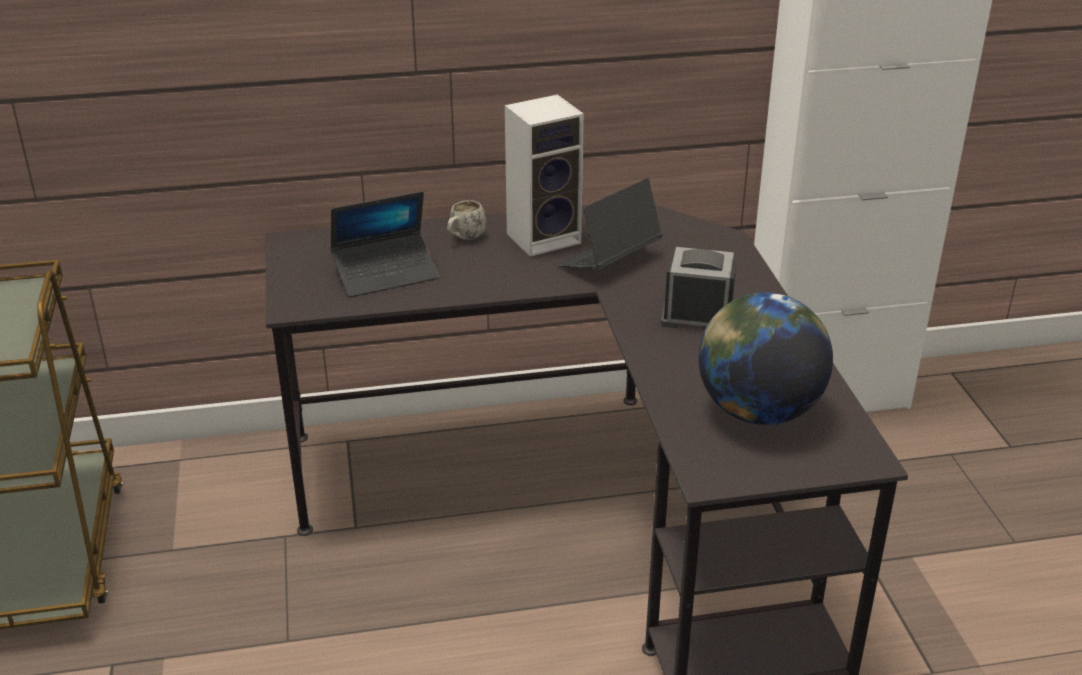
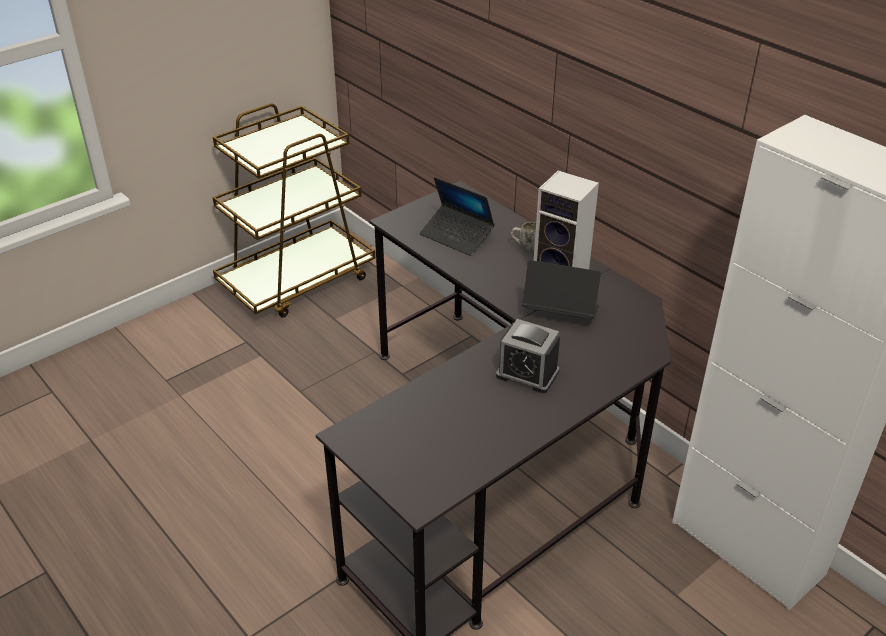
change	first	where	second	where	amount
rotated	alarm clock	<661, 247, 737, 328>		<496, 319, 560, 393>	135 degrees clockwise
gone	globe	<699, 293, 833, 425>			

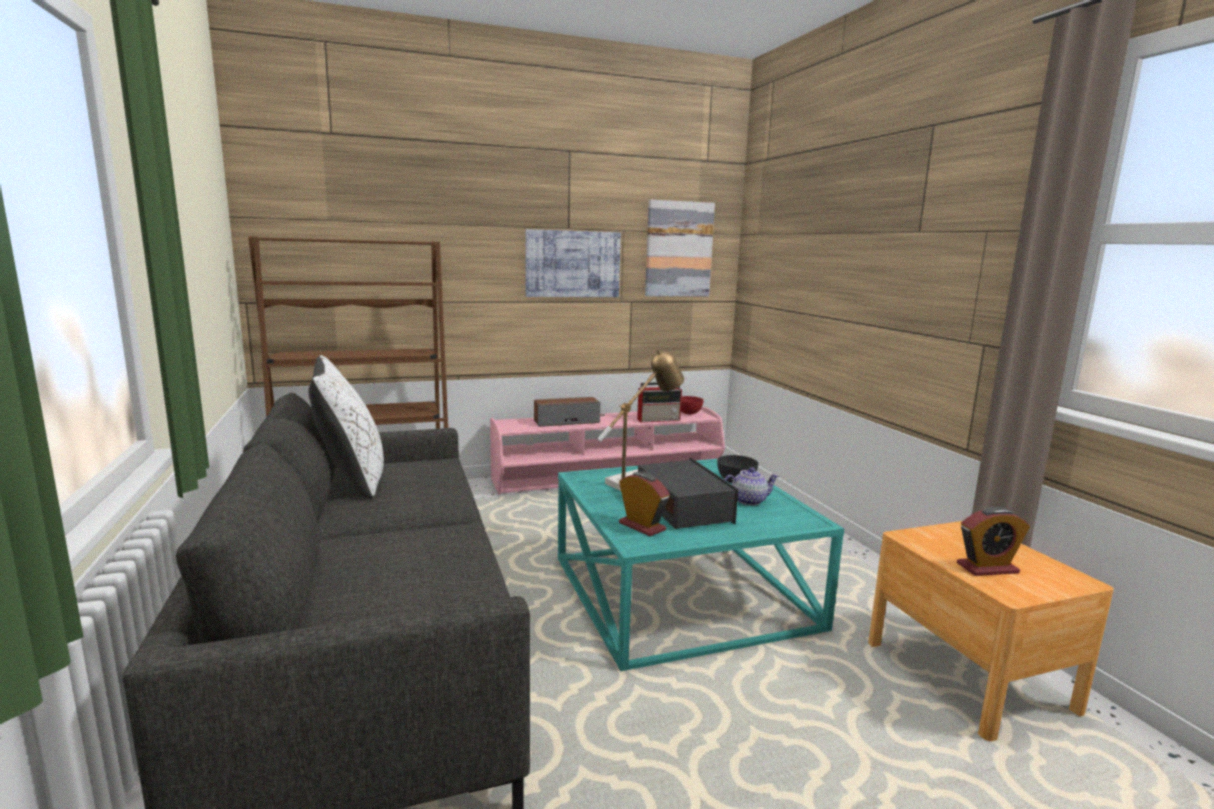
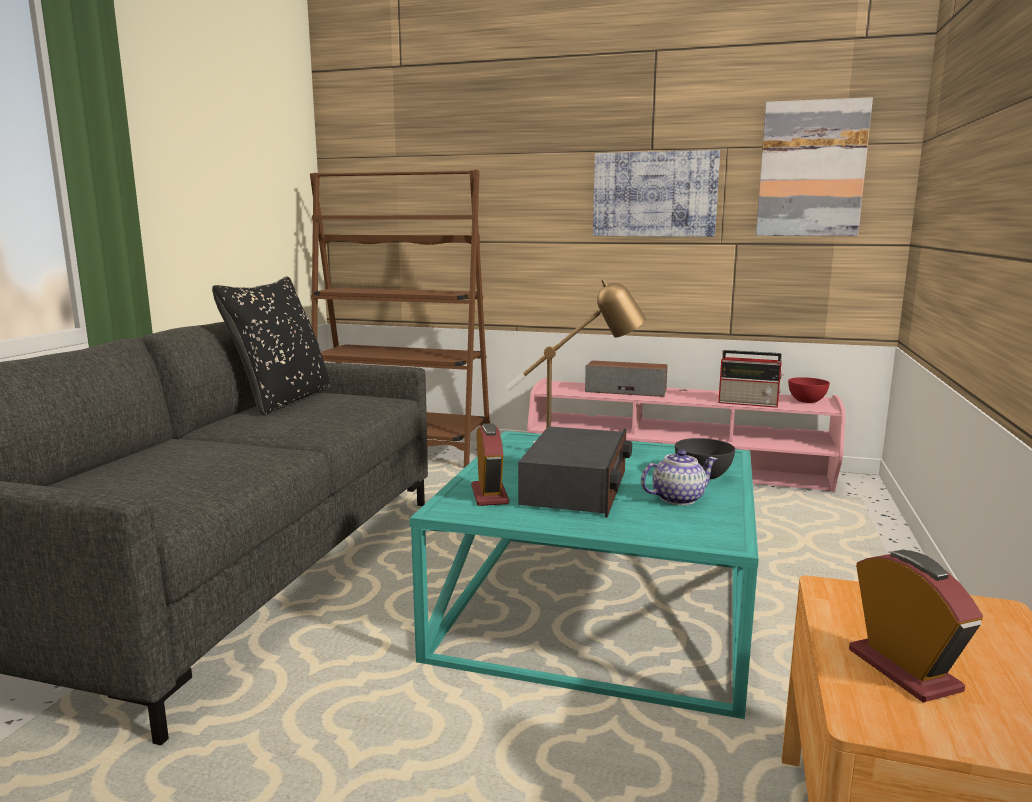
change	first	where	second	where	amount
repainted	pillow/white	<309, 355, 384, 499>	pillow/black	<212, 276, 330, 416>	
rotated	teapot	<724, 467, 779, 506>		<641, 450, 717, 505>	45 degrees counterclockwise
rotated	alarm clock	<957, 506, 1030, 576>		<849, 550, 983, 702>	135 degrees counterclockwise

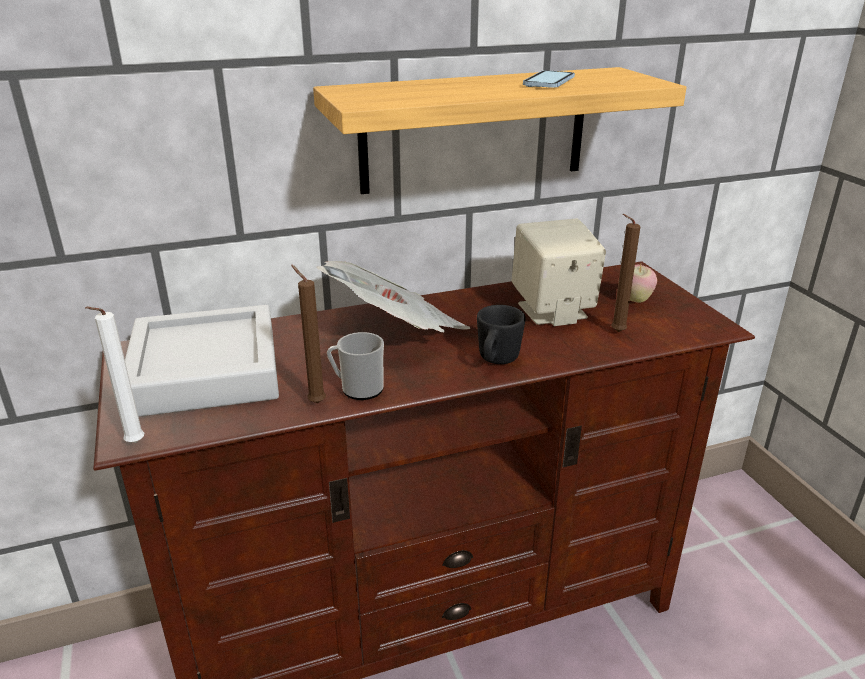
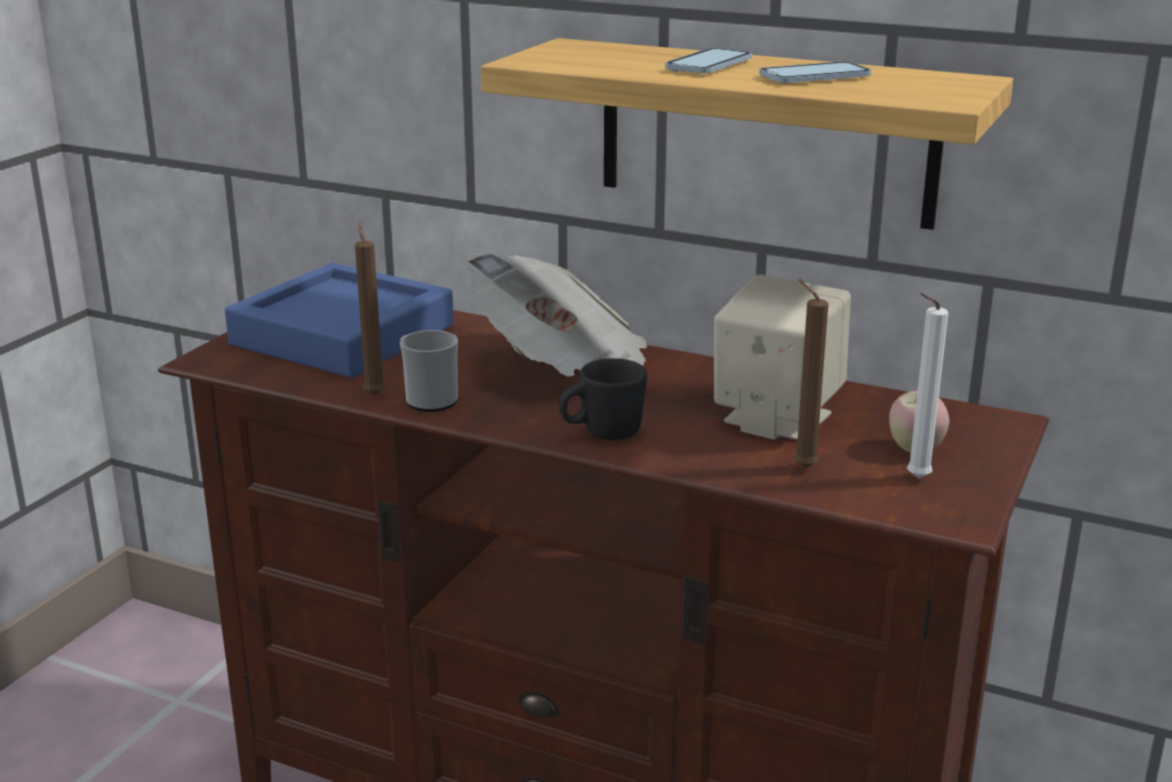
change	first	where	second	where	amount
shifted	candle/white	<85, 307, 144, 443>		<907, 293, 949, 479>	
repainted	tray/grey	<125, 305, 279, 417>	tray/blue	<225, 263, 454, 378>	
new			phone	<665, 48, 752, 73>	

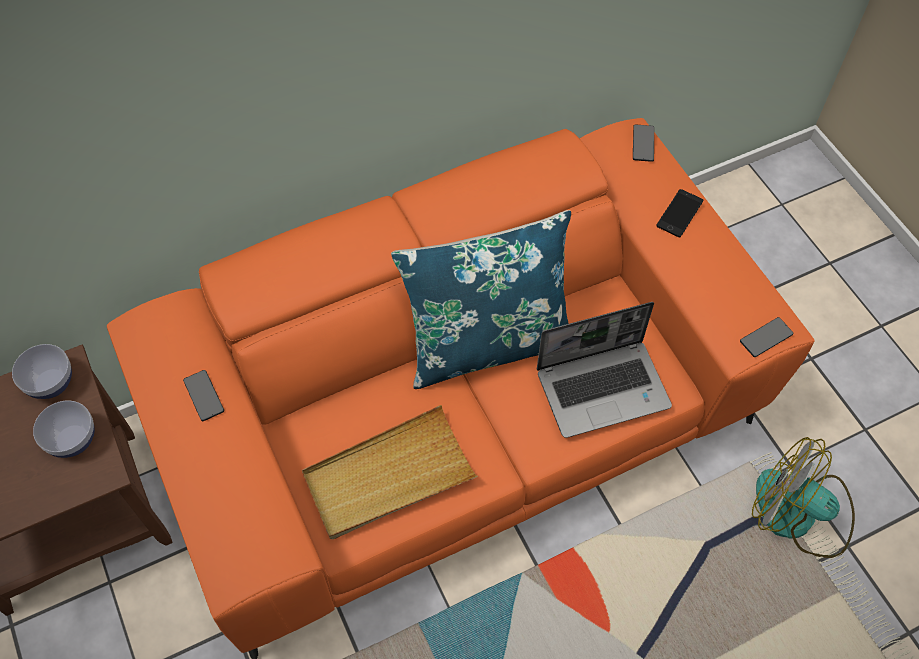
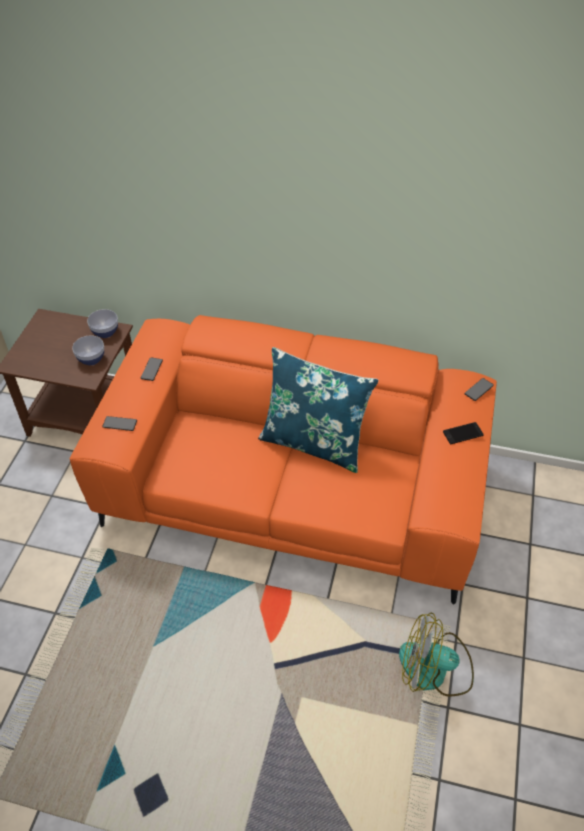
change	first	where	second	where	amount
gone	tray/beige	<302, 405, 478, 539>			
gone	laptop	<537, 302, 672, 438>			
shifted	phone	<740, 317, 794, 357>		<102, 416, 137, 431>	
rotated	fan	<752, 437, 855, 558>		<399, 612, 474, 697>	60 degrees counterclockwise

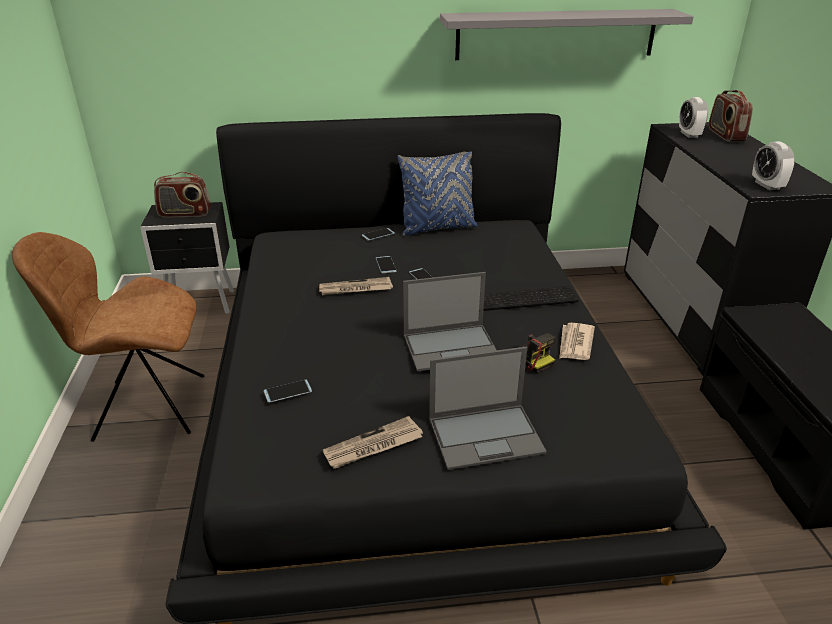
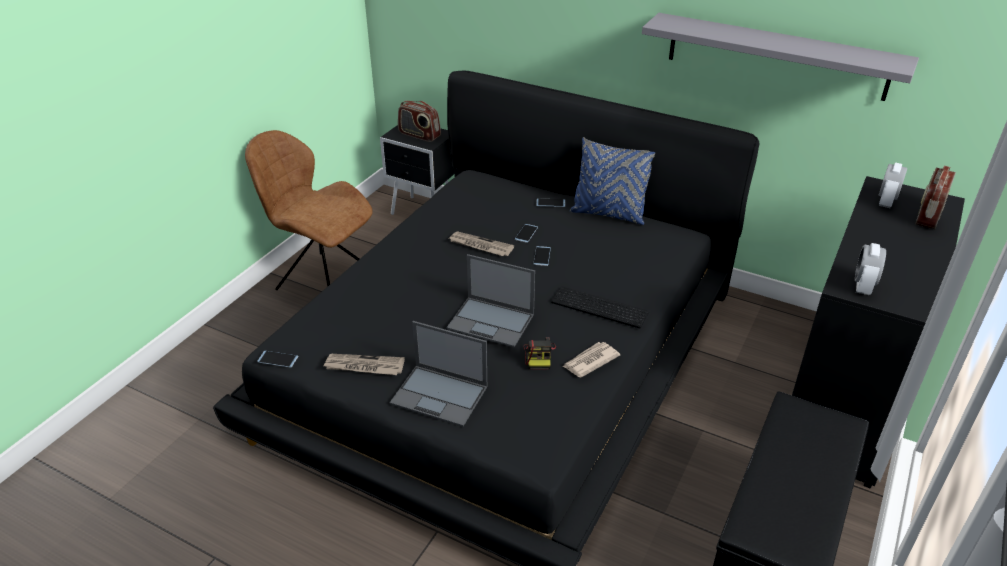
change	first	where	second	where	amount
shifted	phone	<264, 379, 312, 403>		<257, 351, 298, 368>	

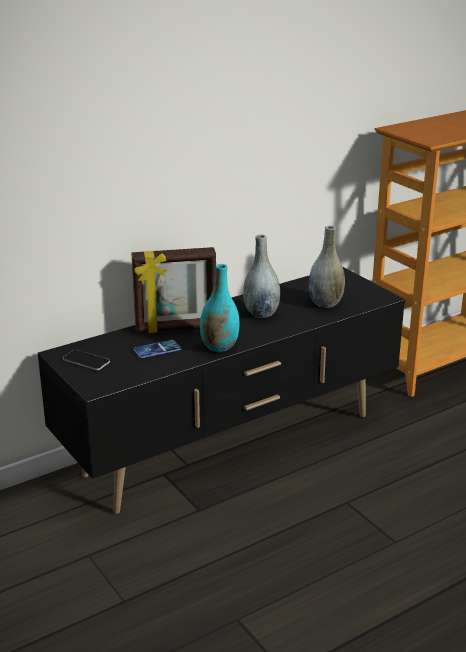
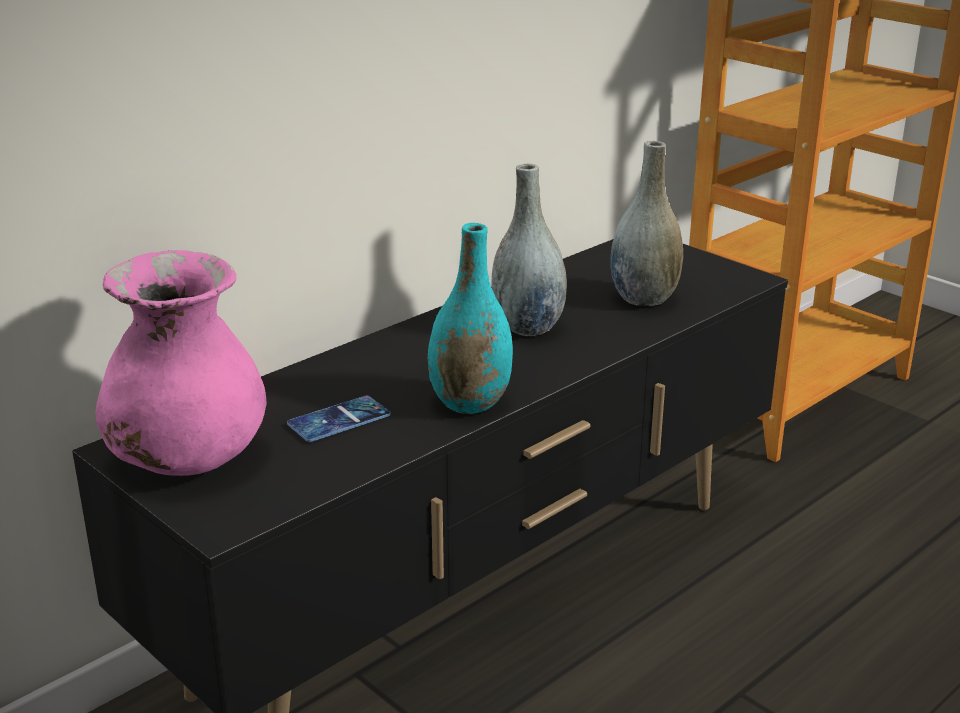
change	first	where	second	where	amount
swapped	phone	<63, 350, 110, 370>	vase/pink	<96, 250, 266, 476>	
gone	picture frame	<131, 247, 216, 333>			

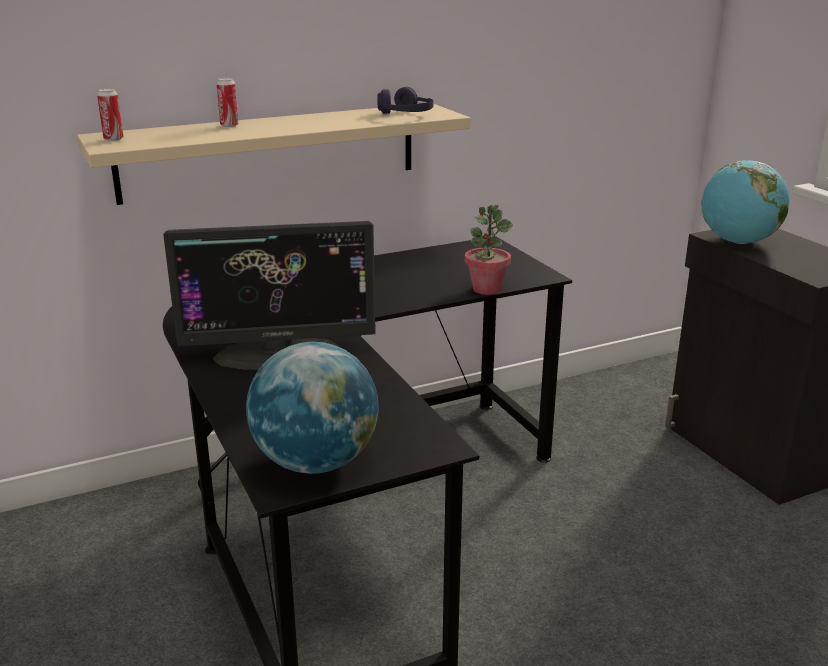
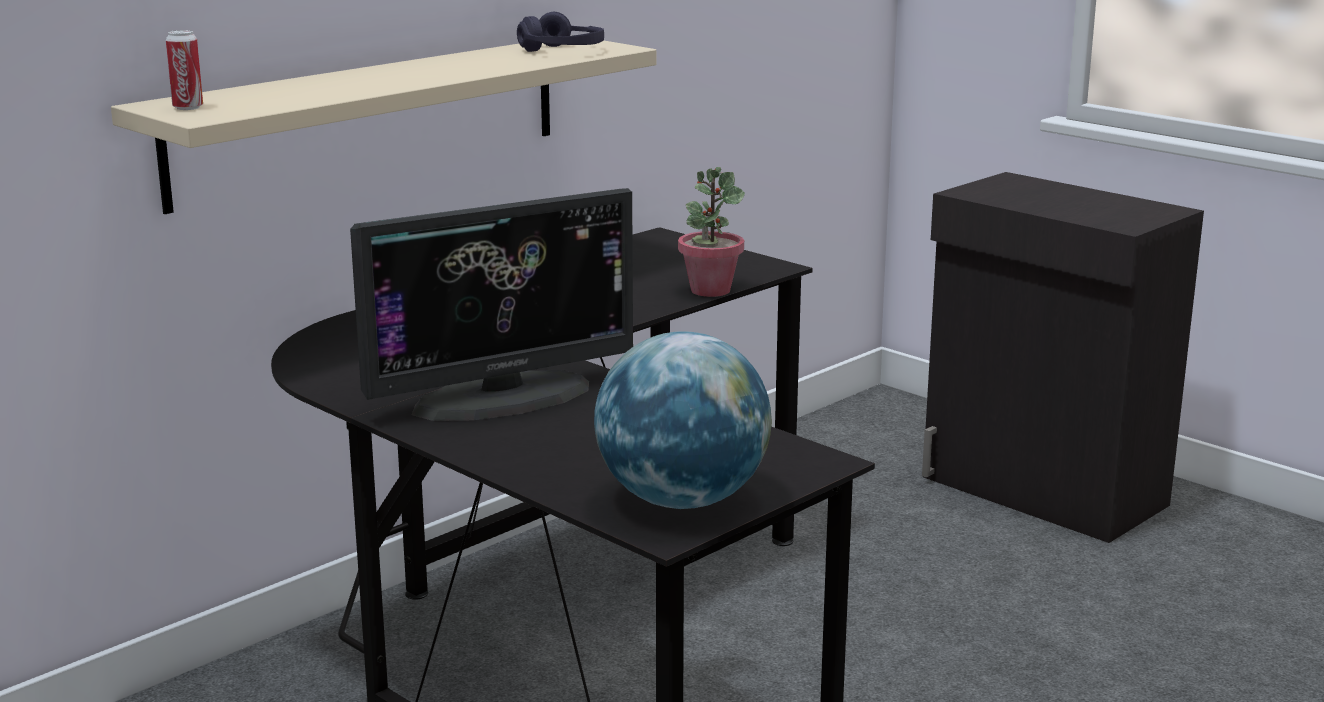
change	first	where	second	where	amount
gone	can	<217, 78, 239, 127>			
gone	globe	<701, 160, 789, 244>			

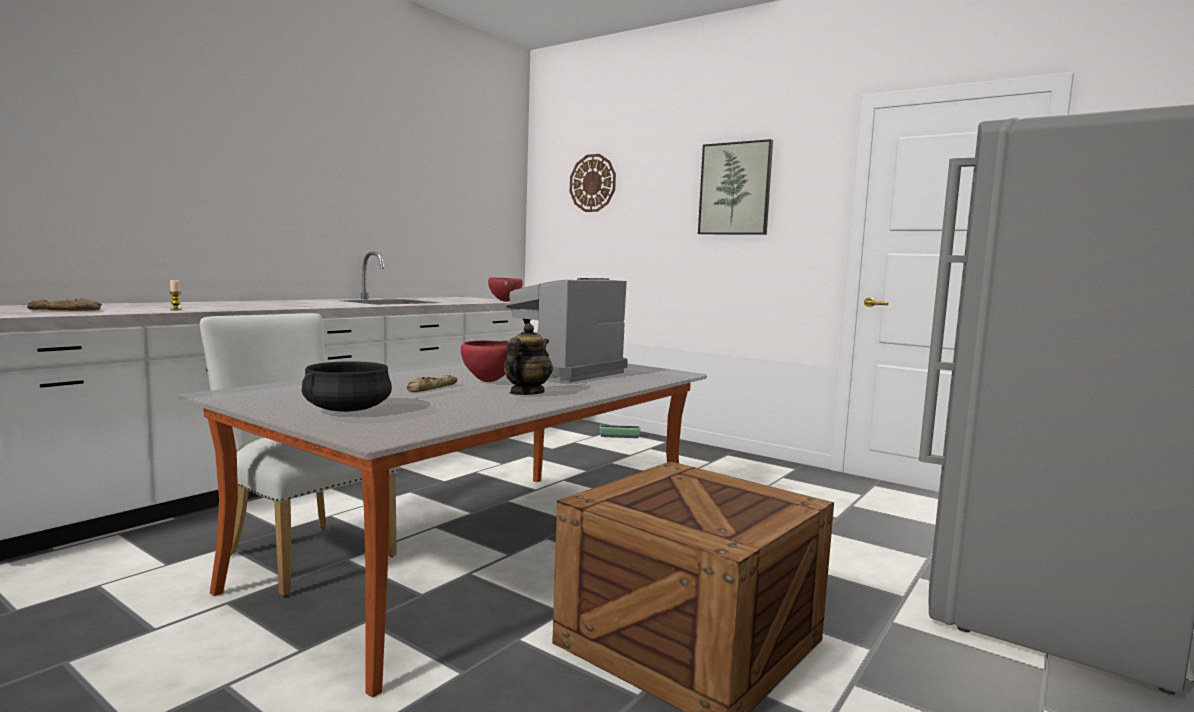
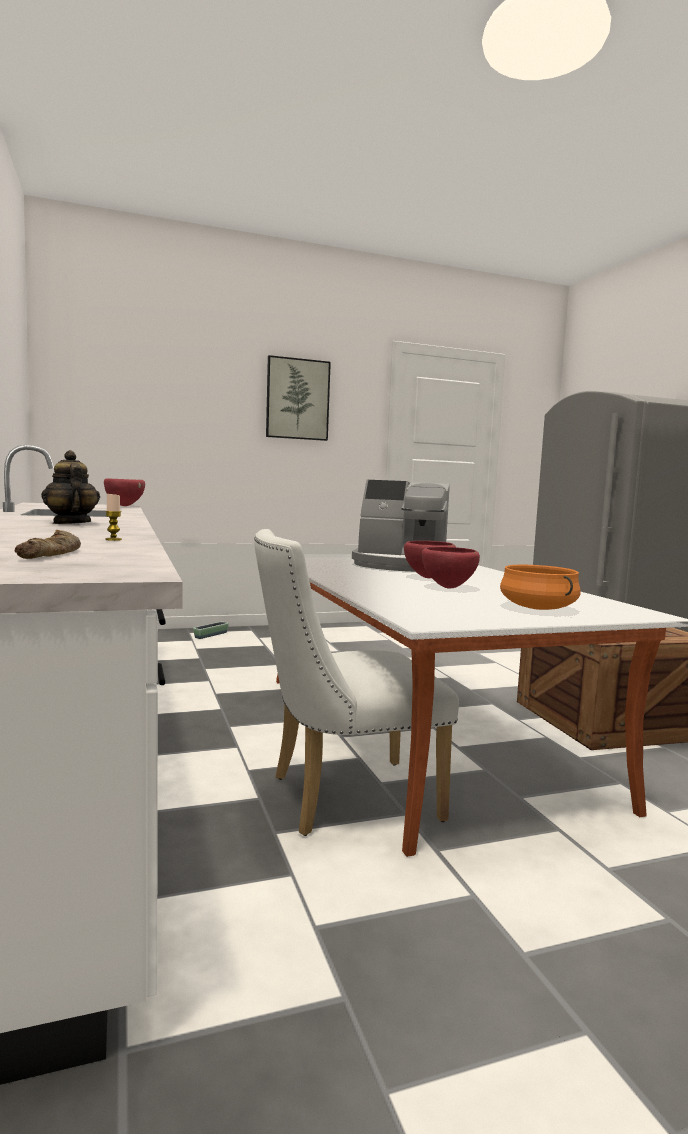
change	first	where	second	where	amount
repainted	cooking pot/black	<302, 361, 392, 412>	cooking pot/orange	<500, 565, 581, 610>	
swapped	bread	<407, 375, 458, 392>	bowl/red	<422, 547, 480, 589>	
shifted	teapot	<504, 323, 553, 395>		<41, 450, 100, 524>	
rotated	coffee machine	<506, 278, 628, 383>		<352, 480, 450, 572>	60 degrees counterclockwise
gone	wall clock	<570, 154, 616, 212>			

